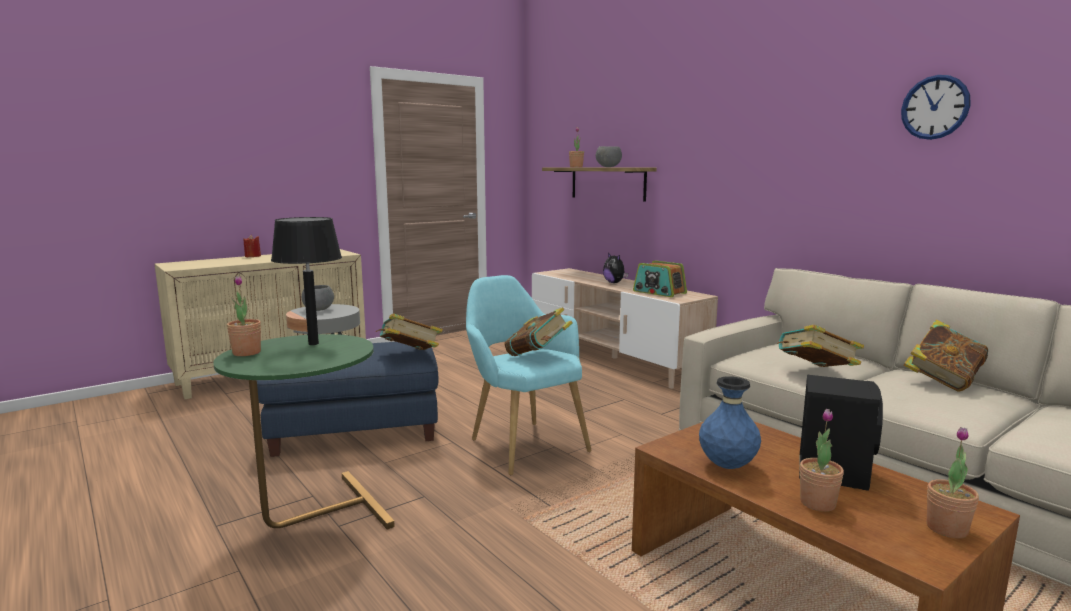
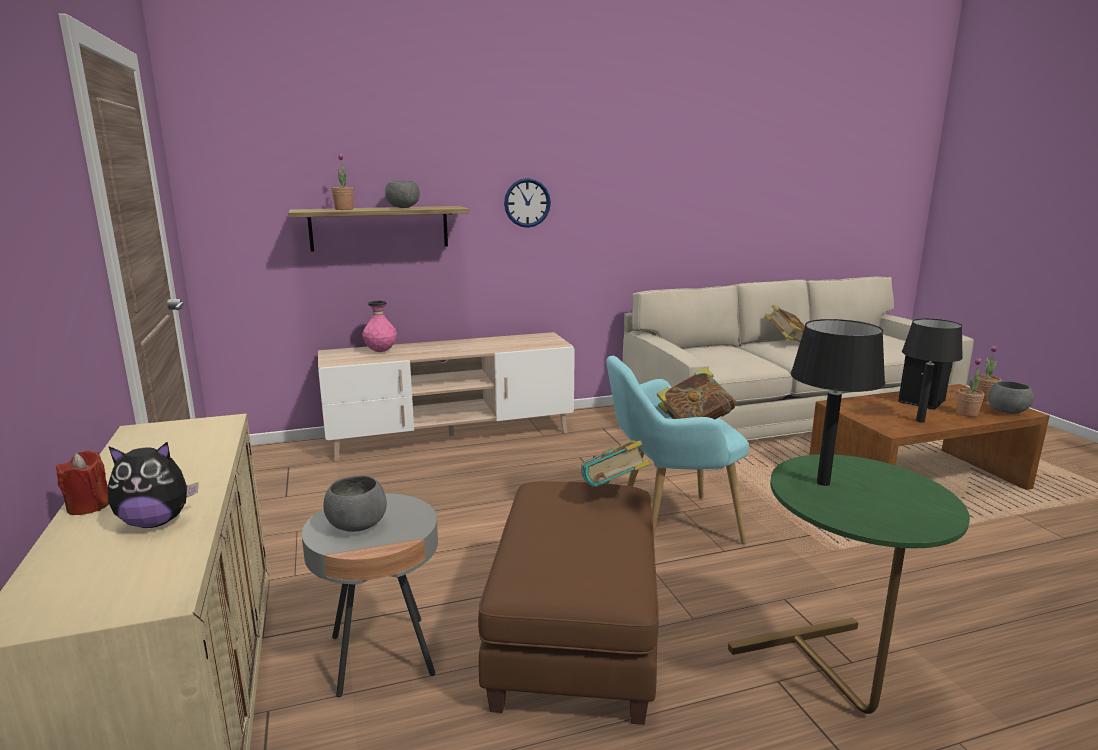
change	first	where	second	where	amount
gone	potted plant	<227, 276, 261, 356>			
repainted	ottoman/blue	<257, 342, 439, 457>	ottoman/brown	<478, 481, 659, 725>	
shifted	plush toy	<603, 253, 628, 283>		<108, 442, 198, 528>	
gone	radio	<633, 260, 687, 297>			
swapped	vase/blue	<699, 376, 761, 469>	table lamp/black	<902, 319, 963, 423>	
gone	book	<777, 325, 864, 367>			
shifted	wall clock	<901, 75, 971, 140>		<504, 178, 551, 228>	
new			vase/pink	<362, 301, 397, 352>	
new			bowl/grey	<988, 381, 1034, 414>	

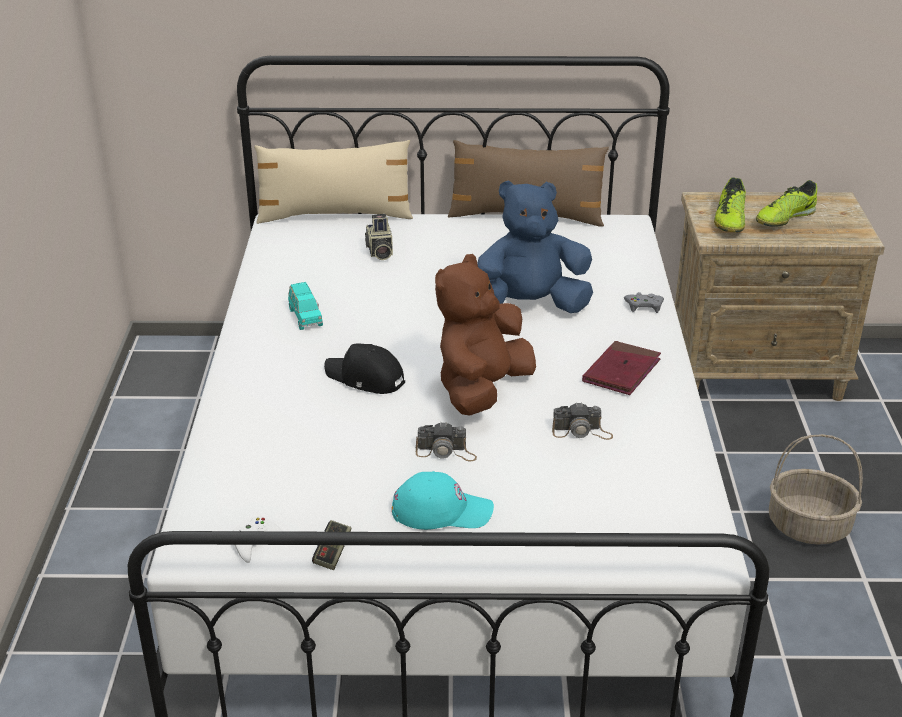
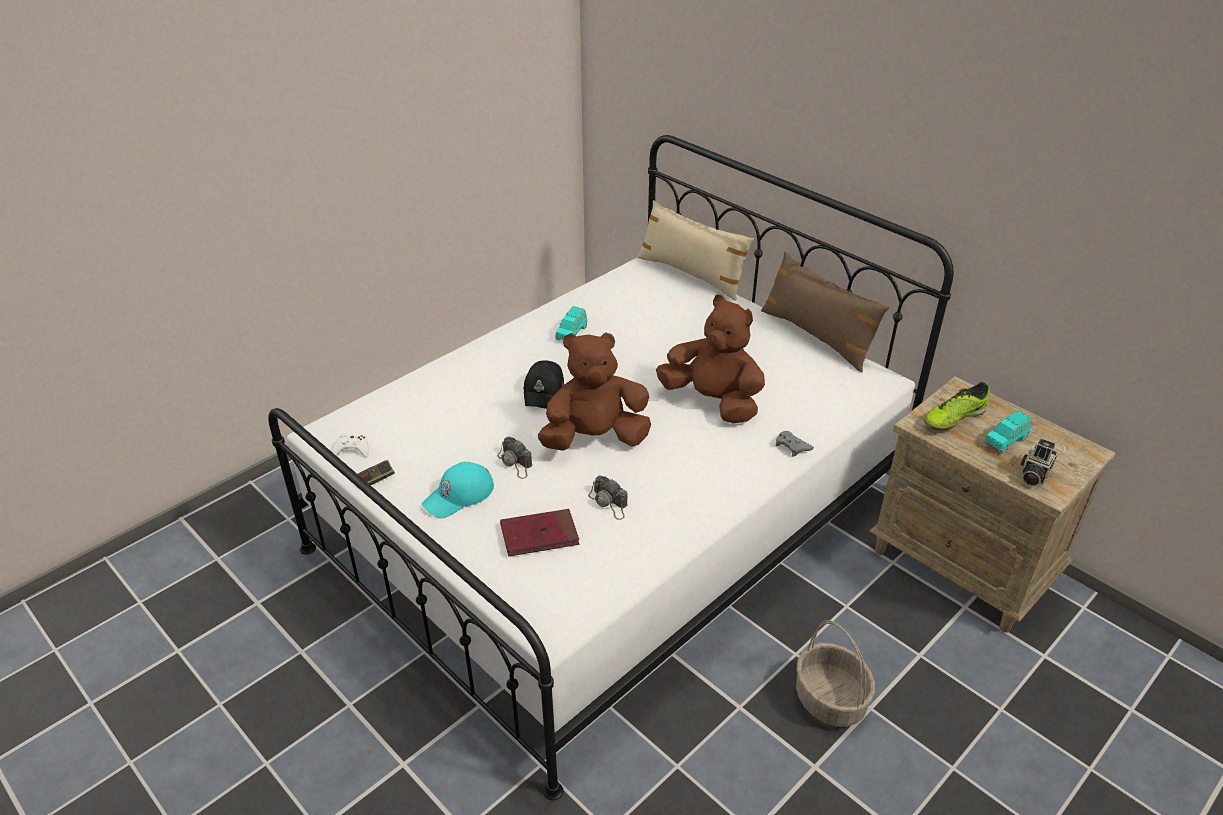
change	first	where	second	where	amount
rotated	cap/black	<324, 343, 405, 394>		<523, 360, 564, 409>	150 degrees counterclockwise
shifted	photo camera	<365, 214, 393, 260>		<1020, 439, 1058, 487>	
rotated	cap/turquoise	<392, 471, 494, 530>		<422, 462, 494, 518>	90 degrees clockwise
repainted	plush toy/blue	<477, 180, 593, 313>	plush toy/brown	<656, 295, 765, 424>	
shifted	book/red	<582, 341, 661, 395>		<500, 509, 579, 556>	
swapped	shoe	<756, 180, 817, 227>	toy car/turquoise	<985, 411, 1031, 454>	

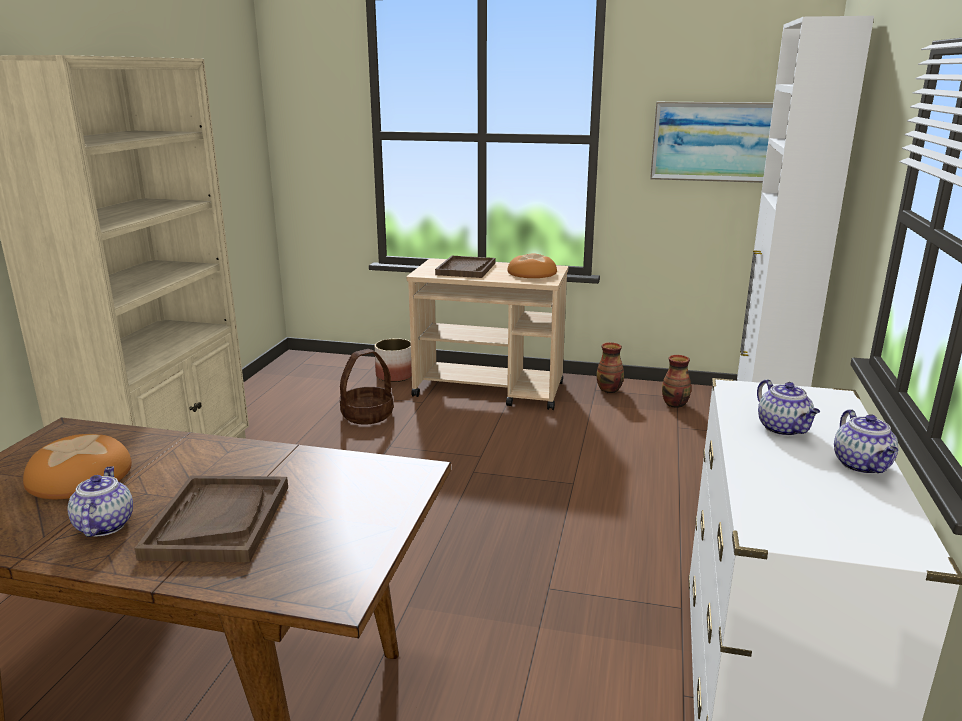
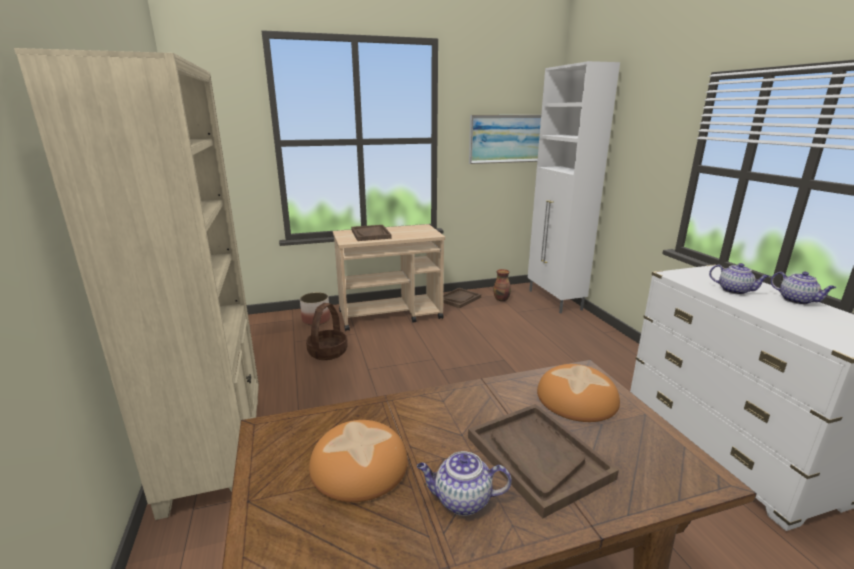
change	first	where	second	where	amount
rotated	teapot	<68, 467, 133, 537>		<417, 451, 512, 516>	45 degrees counterclockwise
shifted	bread	<507, 254, 557, 278>		<537, 364, 620, 422>	
swapped	vase	<596, 342, 624, 393>	tray/brown	<443, 288, 481, 308>	

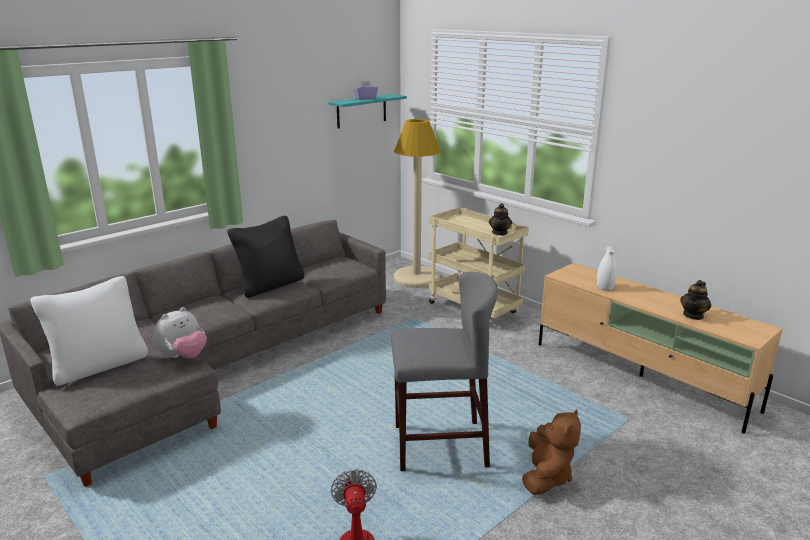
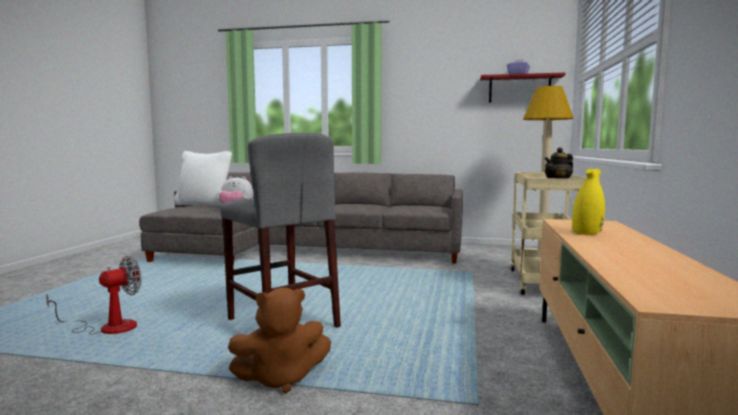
change	first	where	second	where	amount
gone	pillow/black	<227, 216, 304, 298>			
repainted	shelf/turquoise	<328, 94, 407, 128>	shelf/red	<480, 73, 565, 103>	
repainted	vase/white	<597, 247, 617, 291>	vase/yellow	<572, 168, 605, 235>	
gone	teapot	<680, 280, 711, 320>			

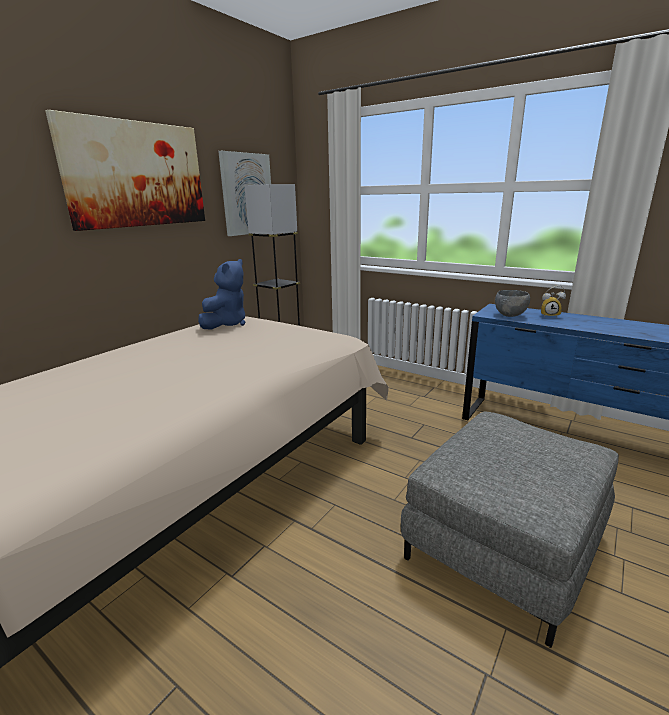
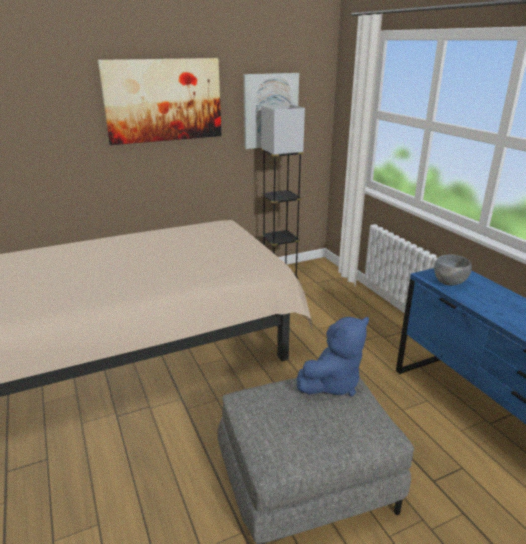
change	first	where	second	where	amount
shifted	plush toy/blue	<198, 259, 245, 330>		<297, 317, 369, 396>	
gone	alarm clock	<541, 285, 566, 317>			

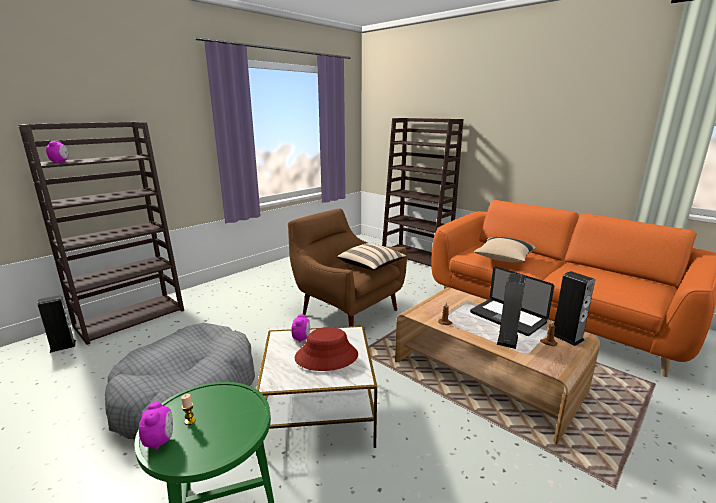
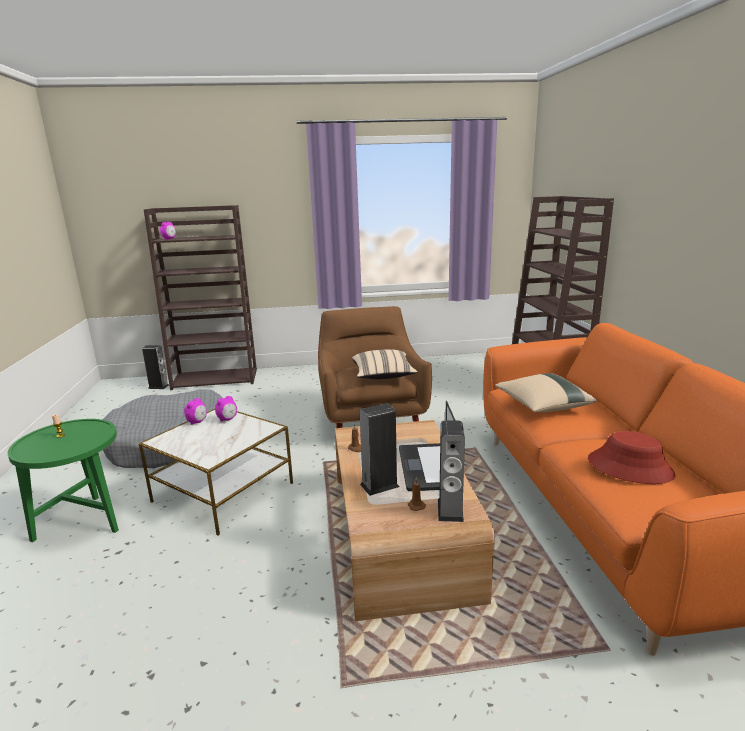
change	first	where	second	where	amount
shifted	alarm clock	<139, 402, 173, 451>		<184, 398, 207, 425>	
shifted	hat/red	<294, 327, 358, 371>		<588, 431, 675, 484>	

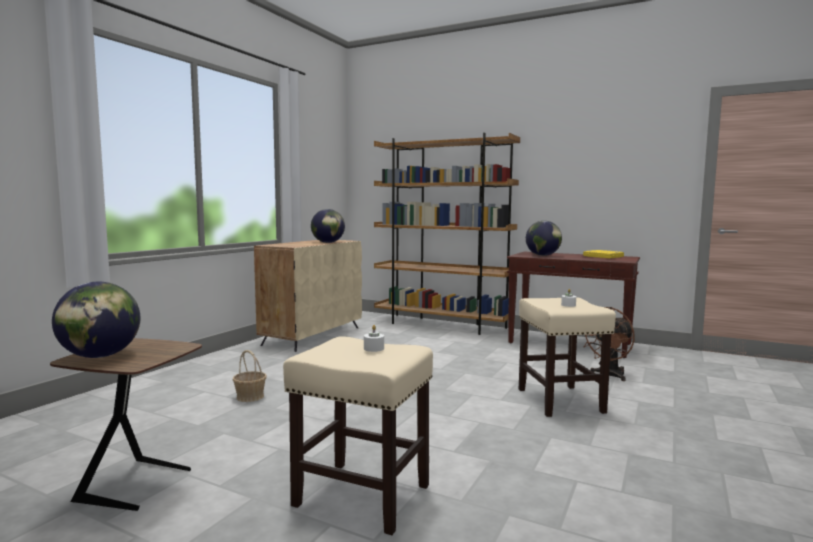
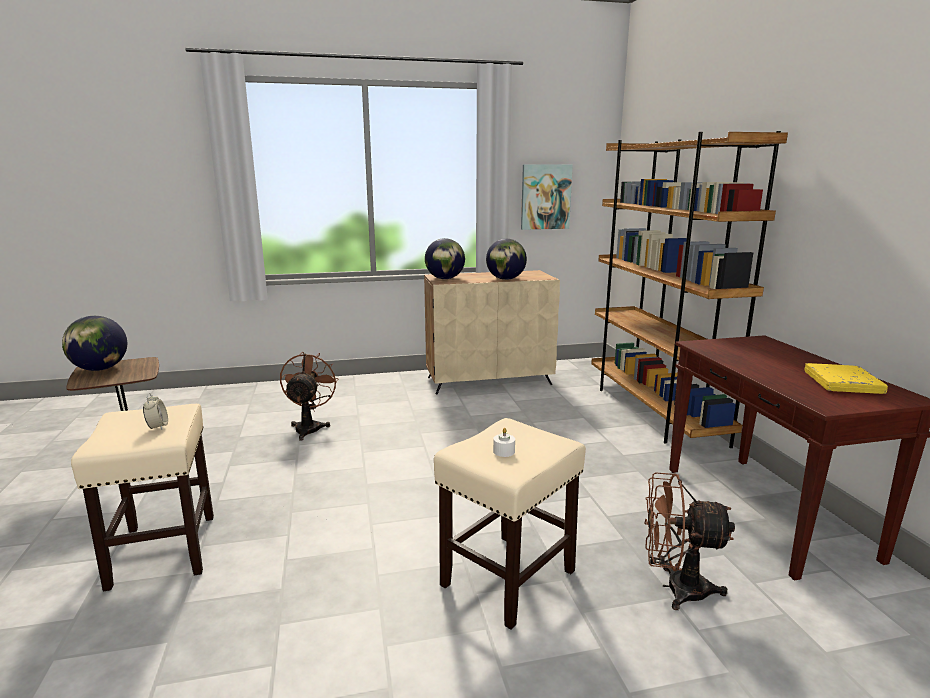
change	first	where	second	where	amount
swapped	basket	<233, 350, 267, 402>	fan/brown	<280, 352, 338, 441>	
swapped	candle/white	<364, 325, 384, 352>	alarm clock	<143, 393, 168, 430>	
shifted	globe	<526, 221, 562, 256>		<425, 238, 465, 279>	
new			picture	<521, 165, 573, 230>	

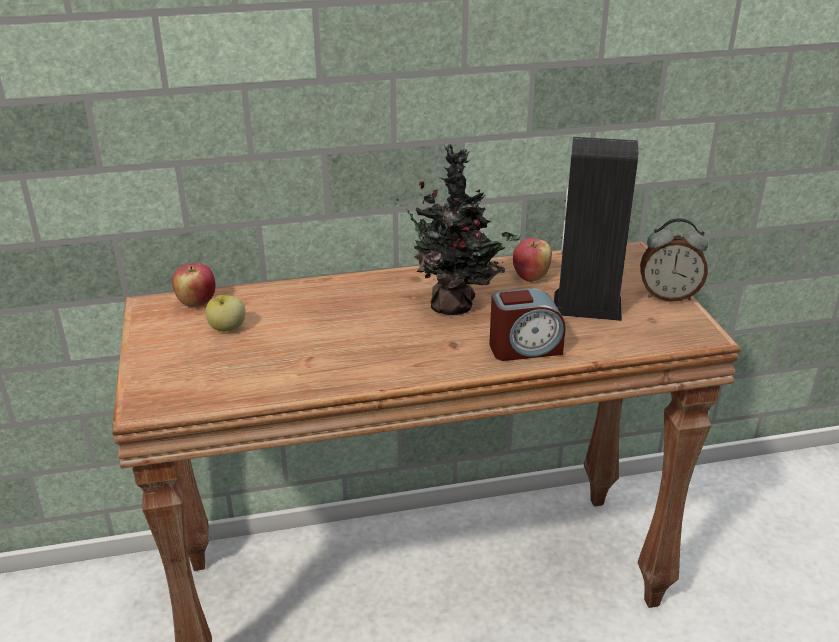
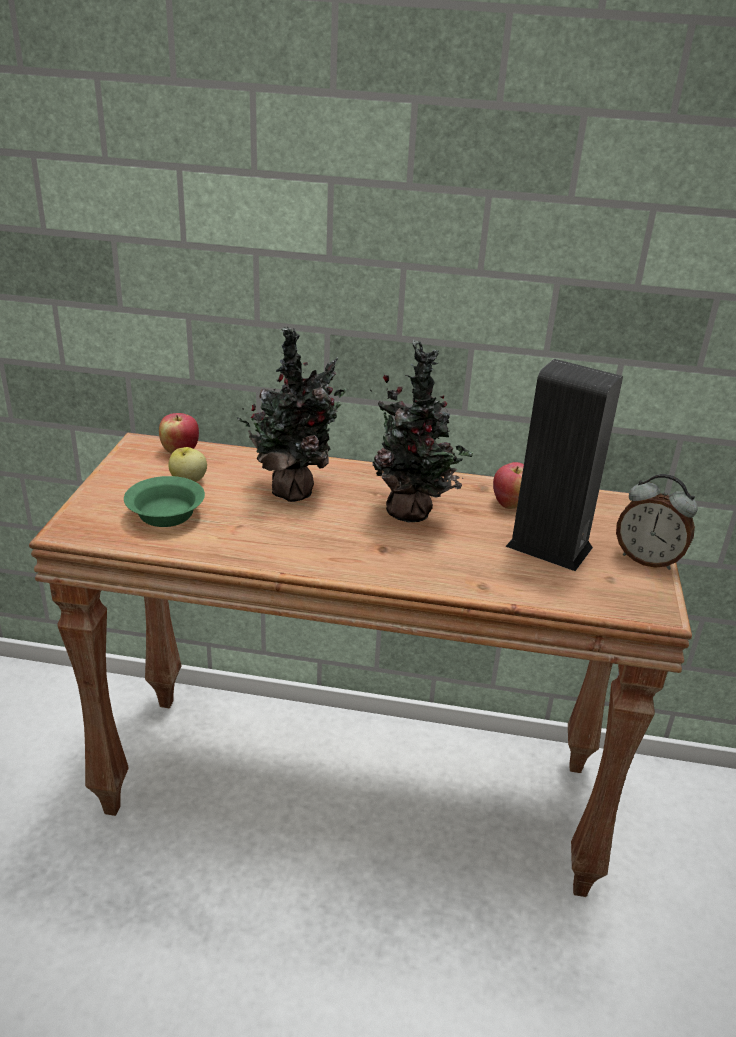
change	first	where	second	where	amount
gone	alarm clock	<489, 288, 565, 361>			
new			bowl/green	<124, 476, 205, 527>	
new			potted plant	<237, 326, 346, 502>	

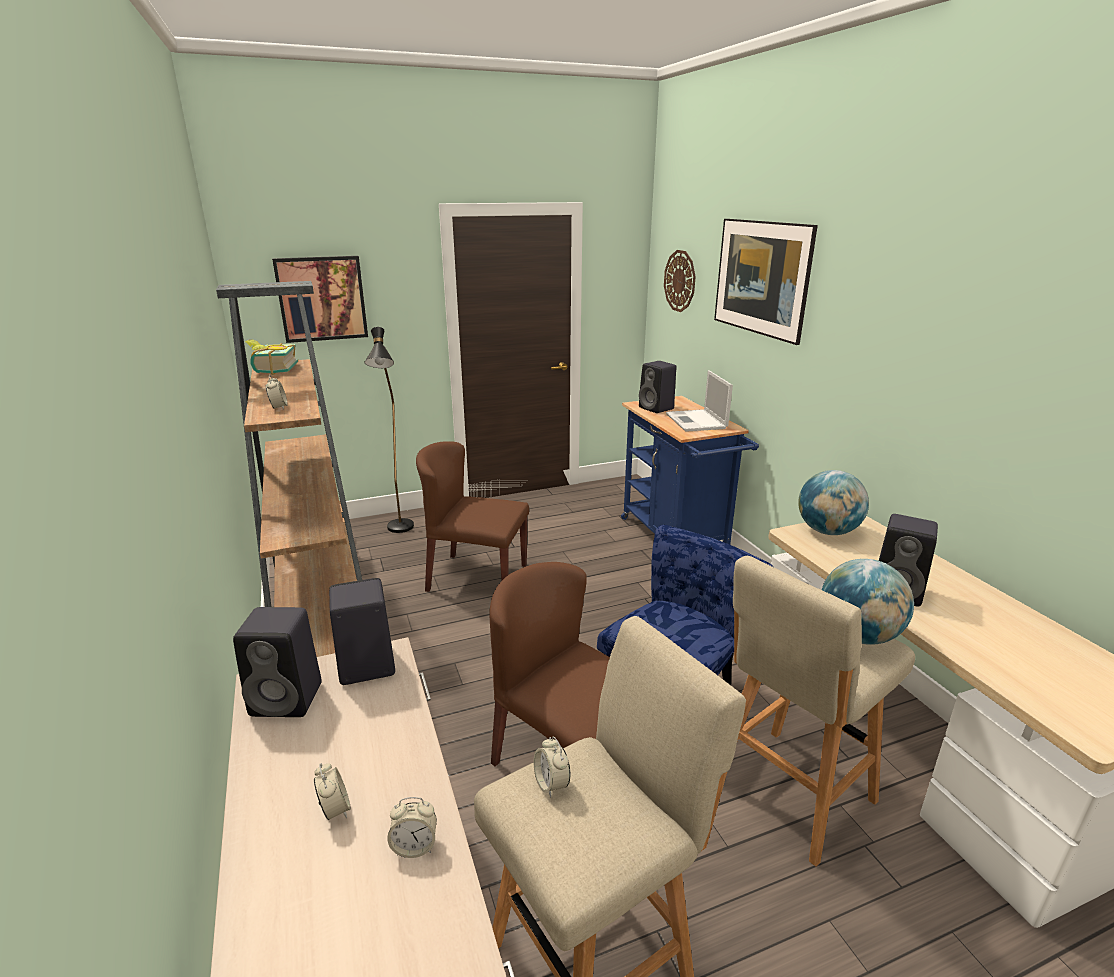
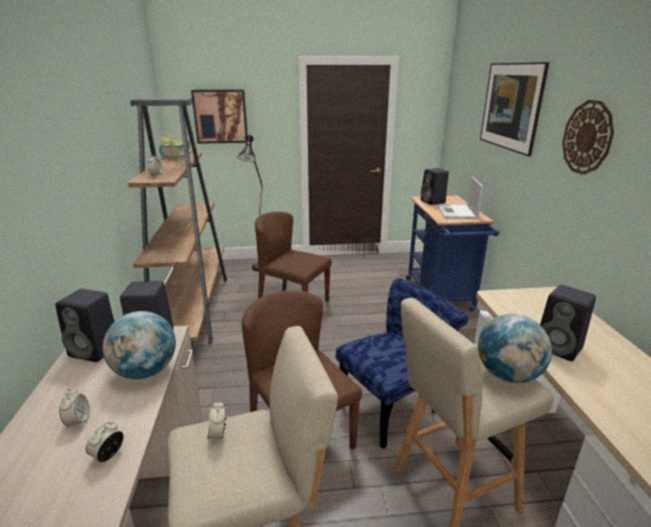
change	first	where	second	where	amount
rotated	alarm clock	<387, 797, 437, 858>		<85, 422, 124, 462>	105 degrees clockwise
shifted	wall clock	<664, 250, 696, 312>		<562, 100, 614, 175>	
shifted	globe	<798, 470, 869, 535>		<102, 311, 176, 379>	

